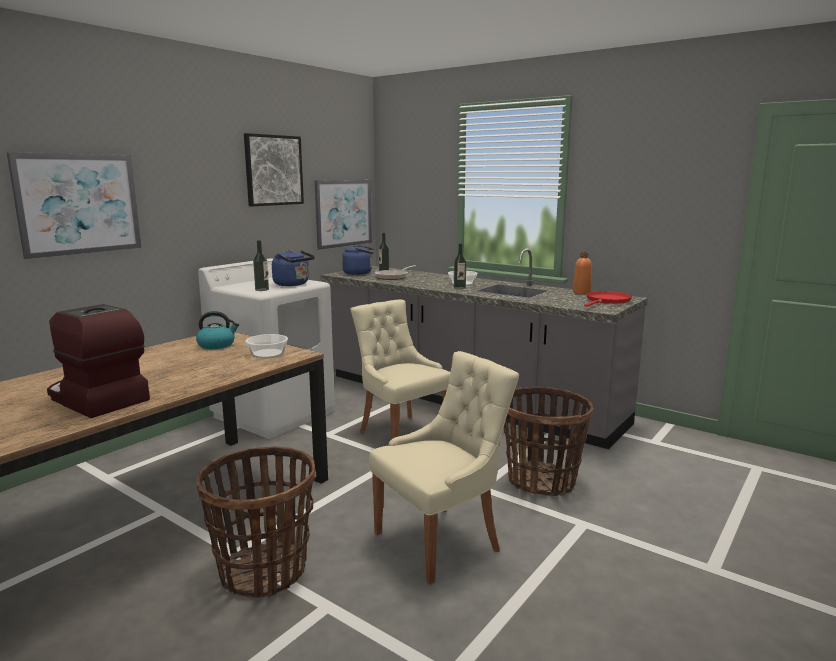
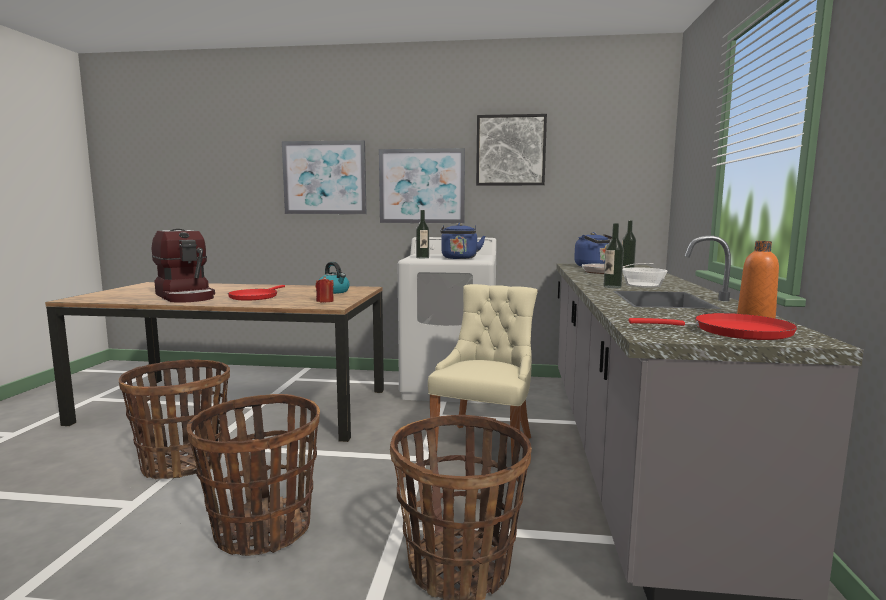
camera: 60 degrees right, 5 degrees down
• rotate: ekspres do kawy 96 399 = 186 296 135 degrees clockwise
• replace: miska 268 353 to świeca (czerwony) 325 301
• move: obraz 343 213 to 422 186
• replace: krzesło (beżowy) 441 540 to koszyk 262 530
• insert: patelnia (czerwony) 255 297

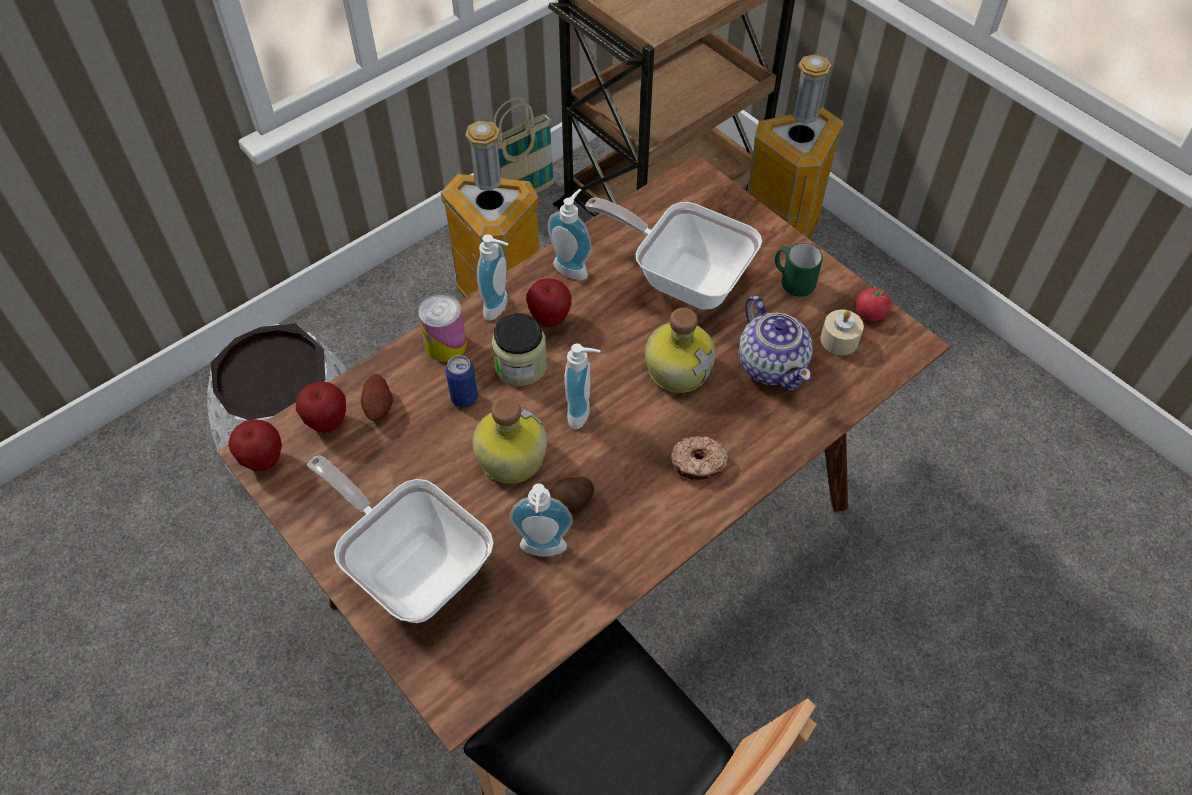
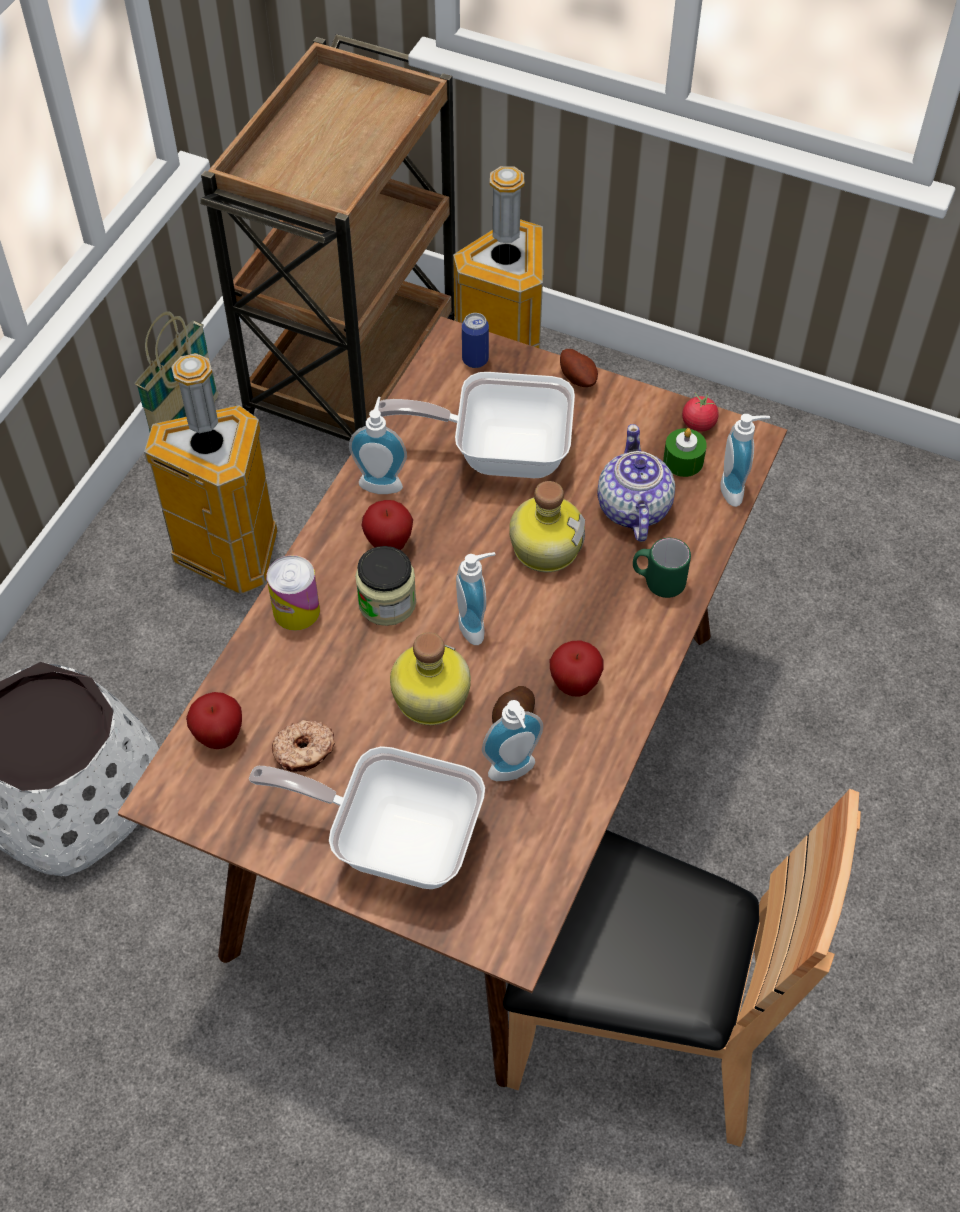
camera: 25 degrees left, 0 degrees up
• move: jabłko 263 460 to 574 685
• move: ziemniak 379 406 to 578 378
• move: puszka 464 398 to 475 360
• move: dozownik mydła 500 307 to 737 489
• move: donut 698 463 to 304 751
• rotate: imbryk 772 364 = 632 509 135 degrees counterclockwise
• move: kubek (zielony) 792 282 to 658 582
• recolor: świeca (beżowy) 839 340 to świeca (zielony) 683 461

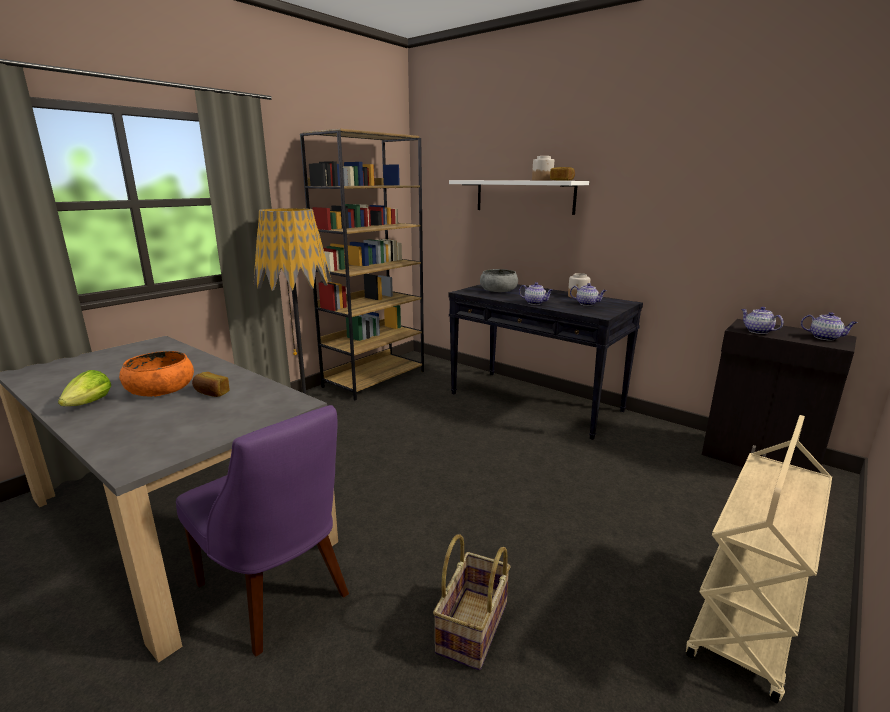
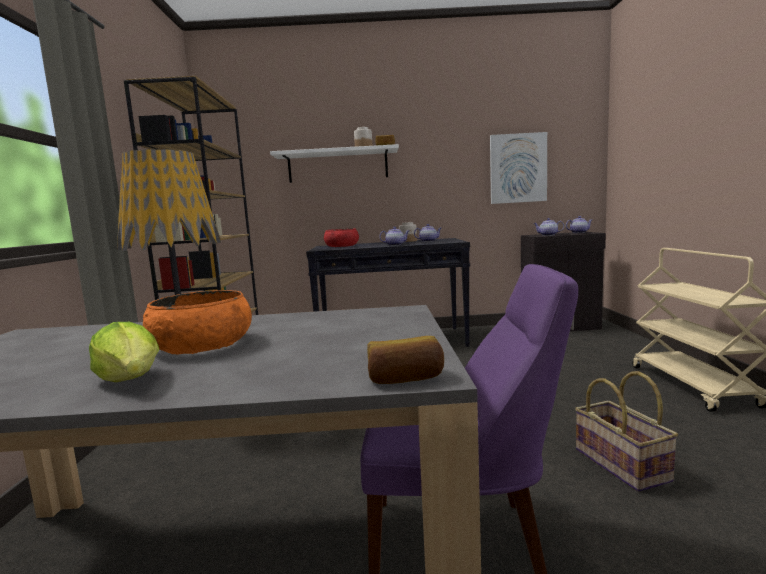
camera: 40 degrees left, 10 degrees down
• move: chleb 211 393 to 405 378
• recolor: miska (szary) 498 290 to miska (czerwony) 342 246
• insert: obraz 518 168

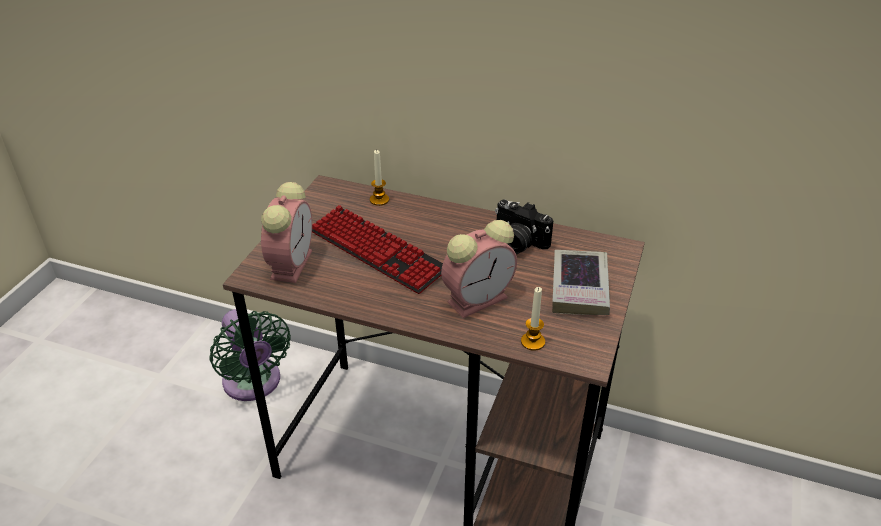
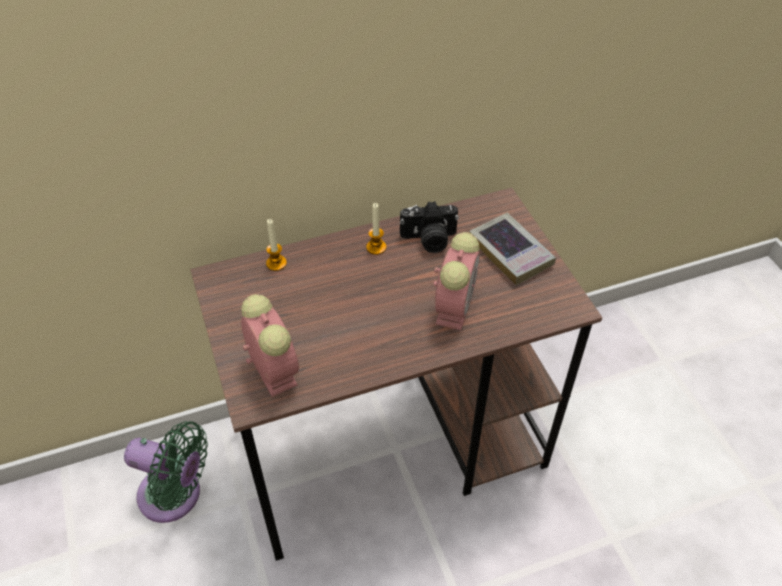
camera: 40 degrees left, 10 degrees up
• delete: klawiatura 376 251
• move: świeca 532 342 to 376 247

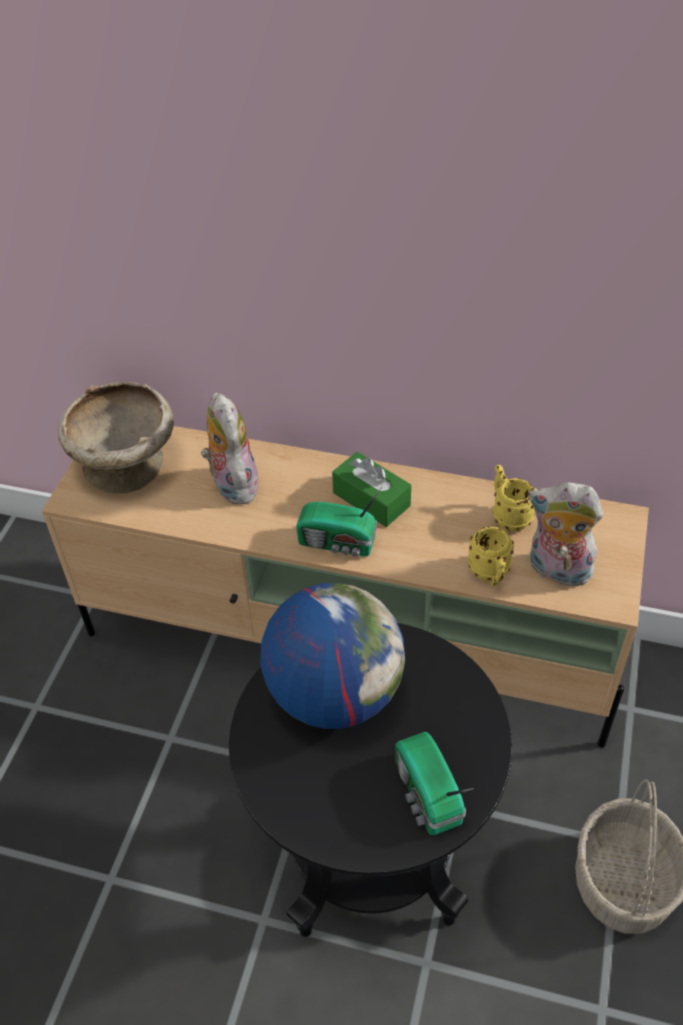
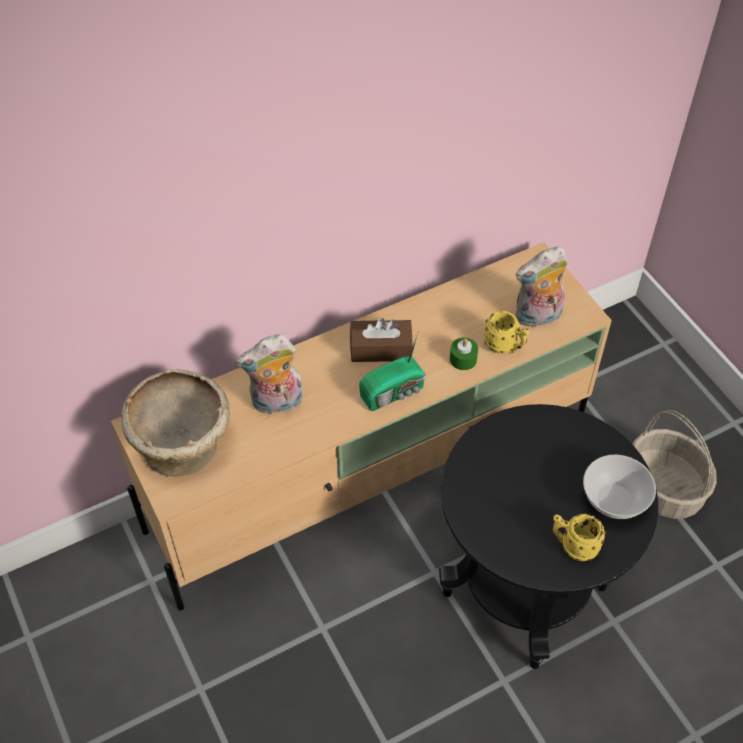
camera: 45 degrees left, 5 degrees up
• rotate: pluszak 232 484 = 276 403 45 degrees counterclockwise
• delete: globus 334 693
• recolor: pudełko chusteczek (zielony) 371 499 to pudełko chusteczek (brązowy) 381 349
• replace: radio 427 796 to miska 615 500
• move: kubek (żółty) 508 515 to 573 546
• insert: świeca (zielony) 463 359

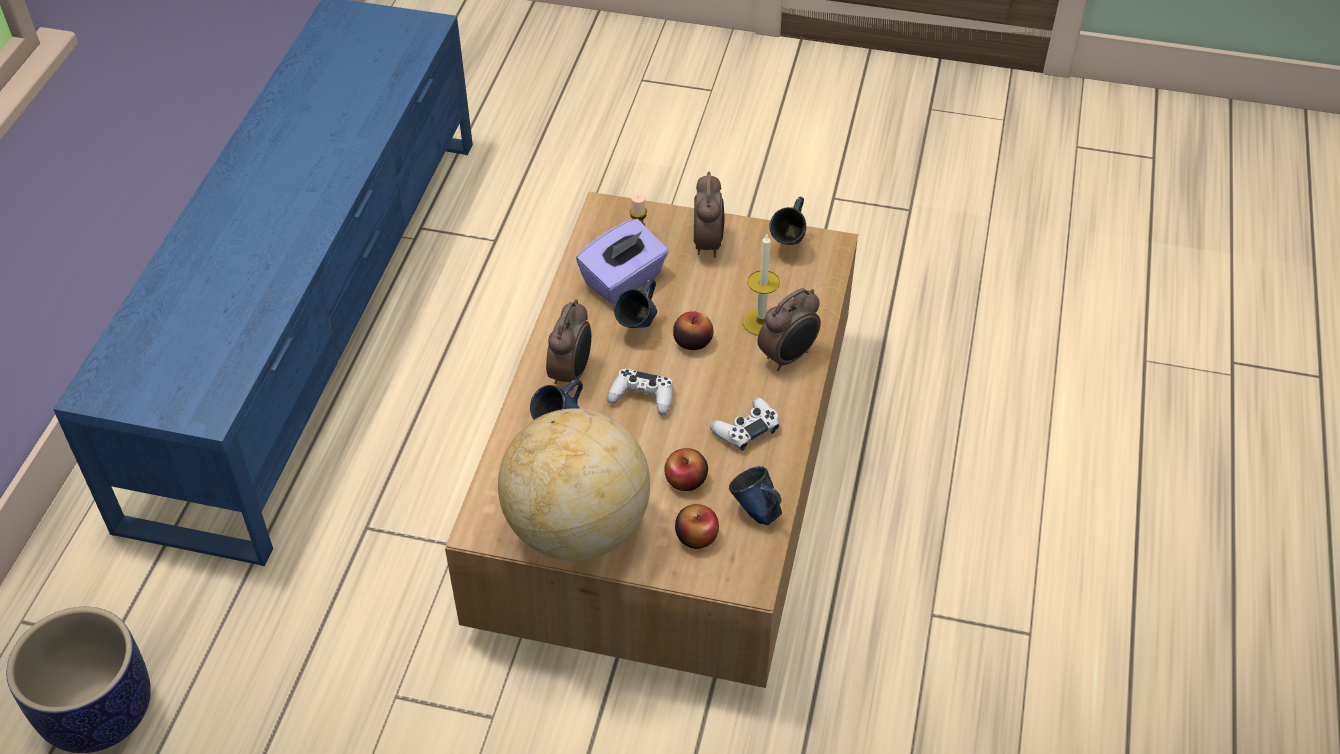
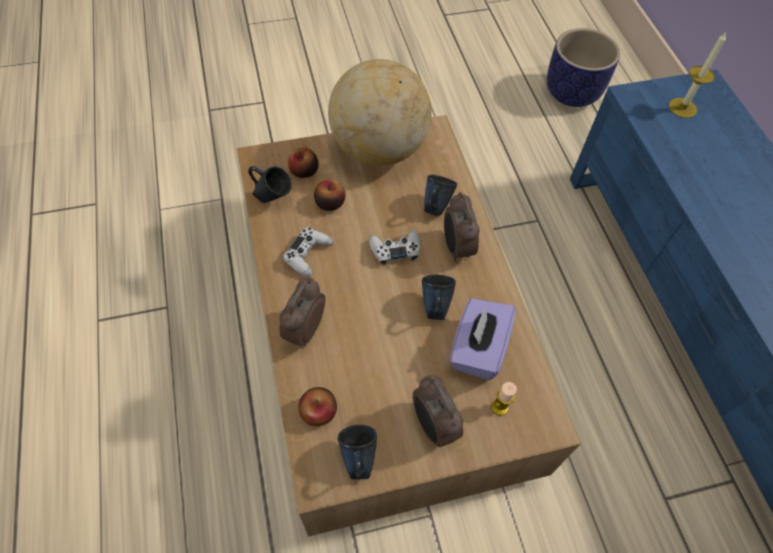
camera: 150 degrees right, 10 degrees up
• move: jabłko 692 341 to 318 411
• move: świeca 761 322 to 682 108

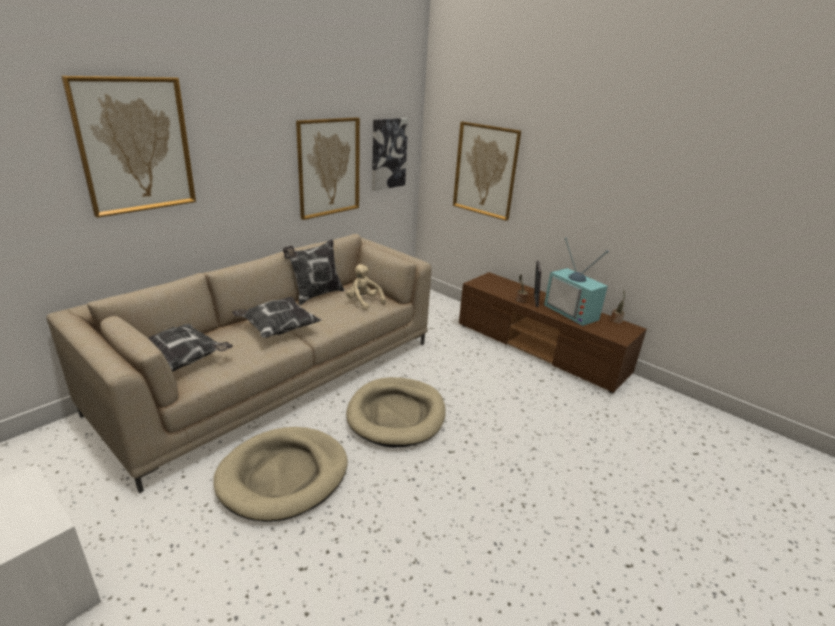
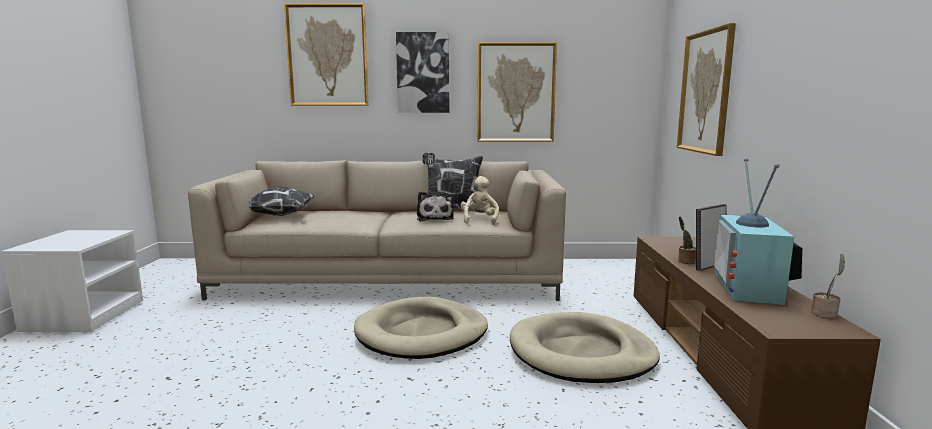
camera: 50 degrees right, 15 degrees down
• move: legowisko (beżowy) 283 476 to 581 353
• delete: poduszka 277 329
• move: obraz 388 153 to 423 73
• insert: pluszak 435 218

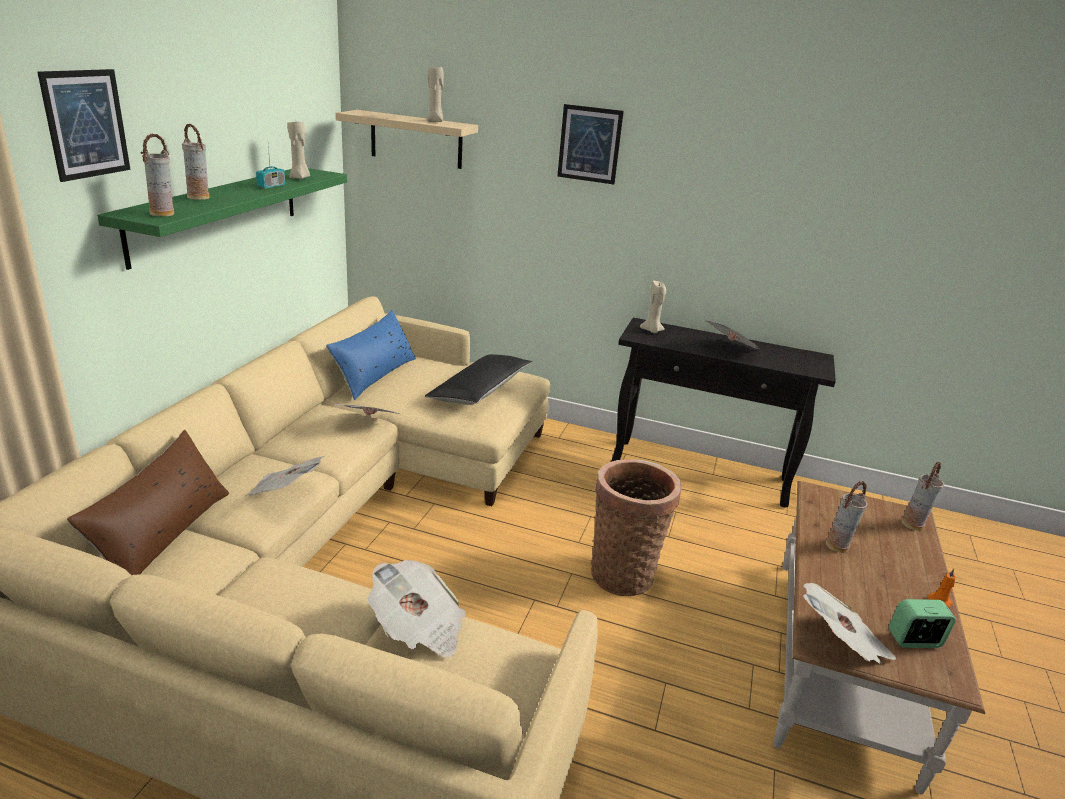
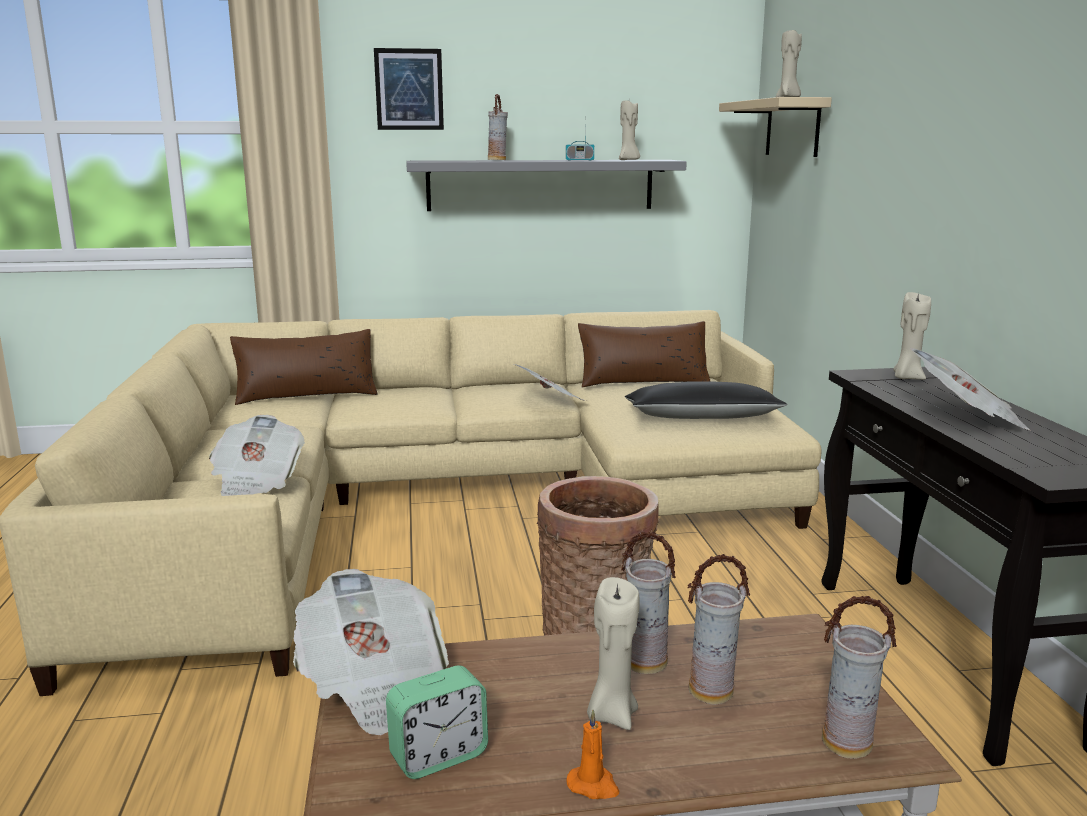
camera: 65 degrees right, 10 degrees down
• recolor: półka (zielony) 217 213 to półka (szary) 540 185
• move: wazon 163 214 to 711 692
• delete: gazeta 286 493
• recolor: poduszka (niebieski) 374 375 to poduszka (brązowy) 643 381
• delete: obraz 589 144
• rotate: budzik 914 640 = 438 756 90 degrees clockwise
• insert: świeca (beżowy) 611 715

